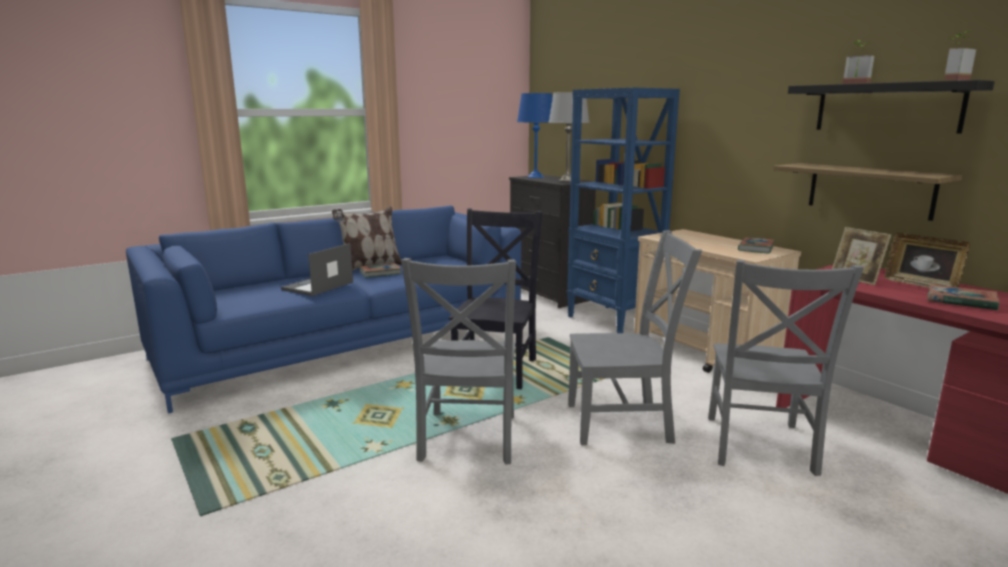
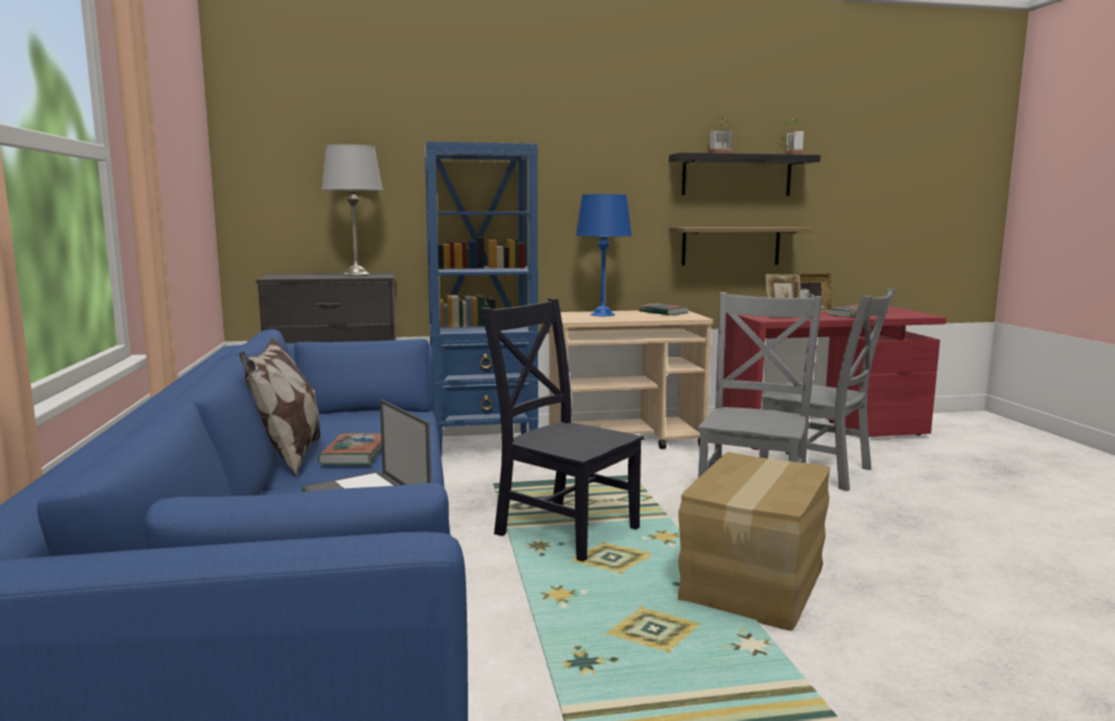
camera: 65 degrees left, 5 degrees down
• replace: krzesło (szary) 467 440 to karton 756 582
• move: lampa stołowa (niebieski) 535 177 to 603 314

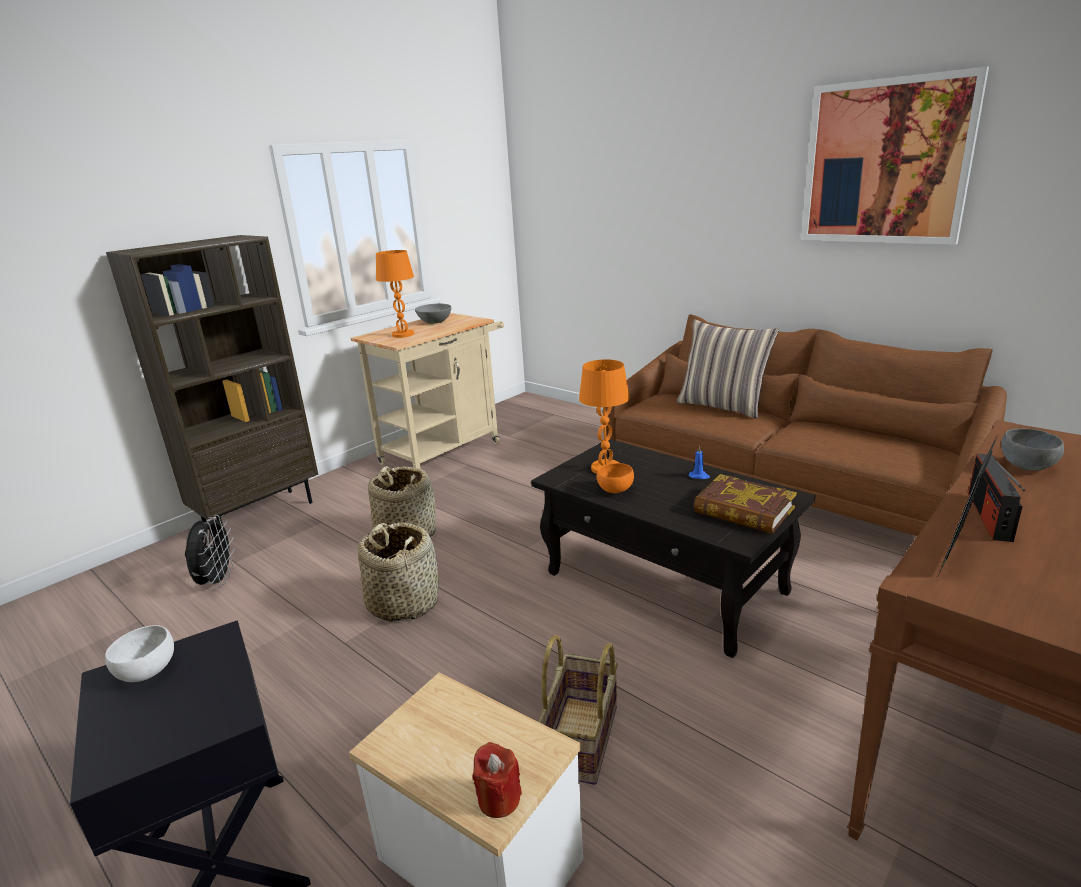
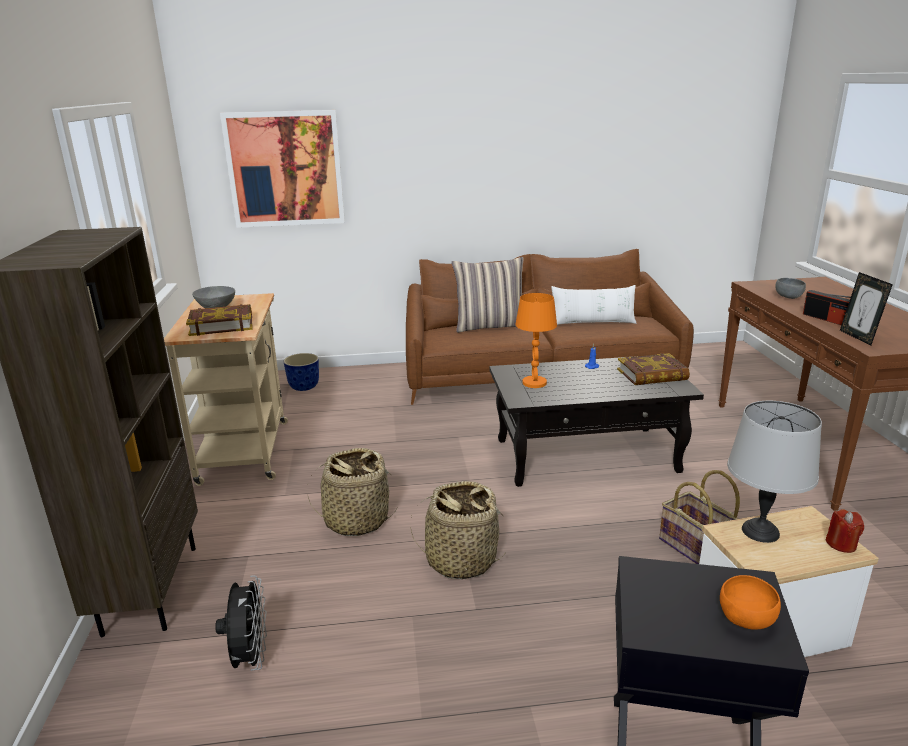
camera: 50 degrees left, 0 degrees up
• delete: miska (biały) 147 672
• rotate: wentylator (czarny) 217 581 = 250 658 45 degrees clockwise
• replace: lampa stołowa (pomarańczowy) 403 334 to książka 221 325
• move: miska (pomarańczowy) 615 490 to 746 619
• move: obraz 885 163 to 285 169
• insert: donica 304 387
• insert: poduszka (biały) 593 323
• insert: lampa stołowa (szary) 761 531

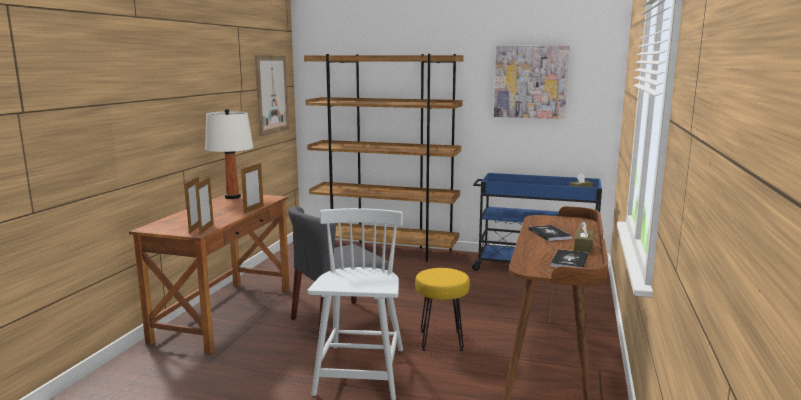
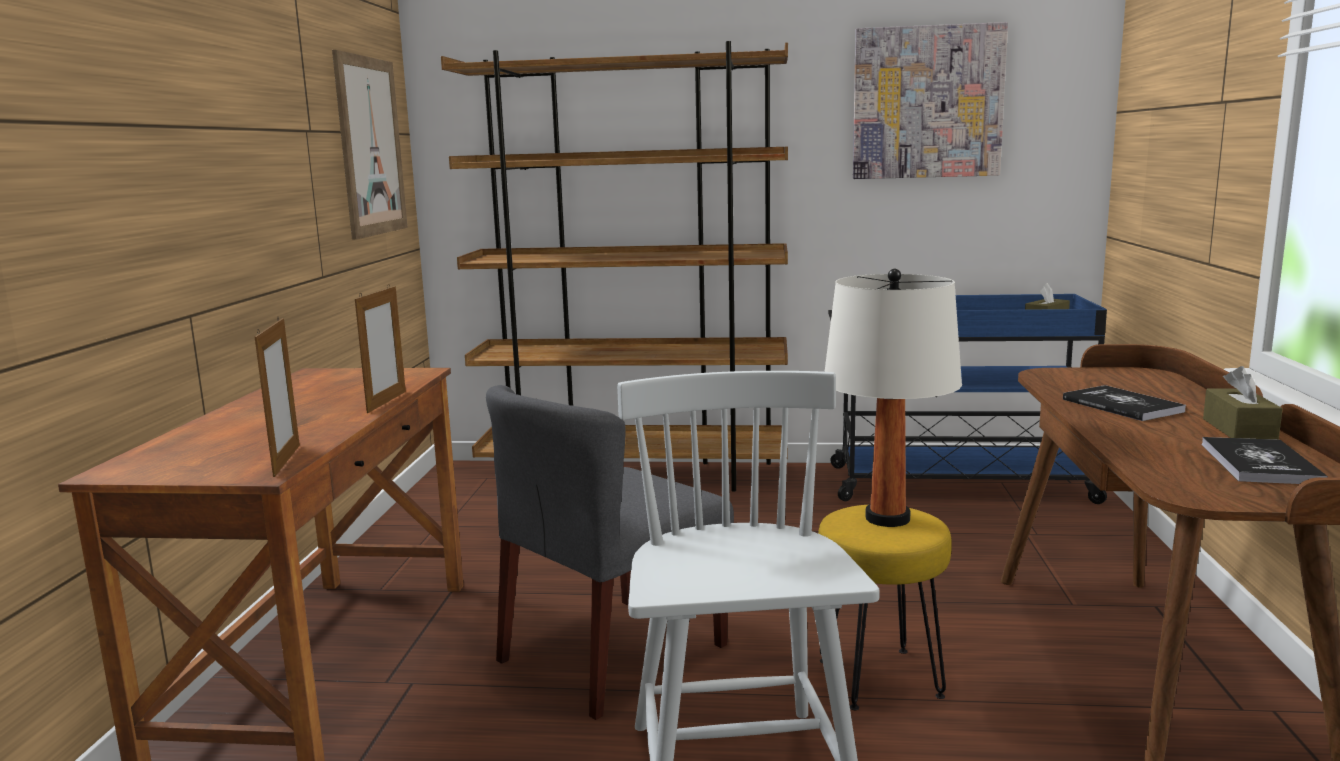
camera: 10 degrees left, 0 degrees up
• delete: ramka na zdjęcie 195 228
• move: lampa stołowa (biały) 233 197 to 887 518

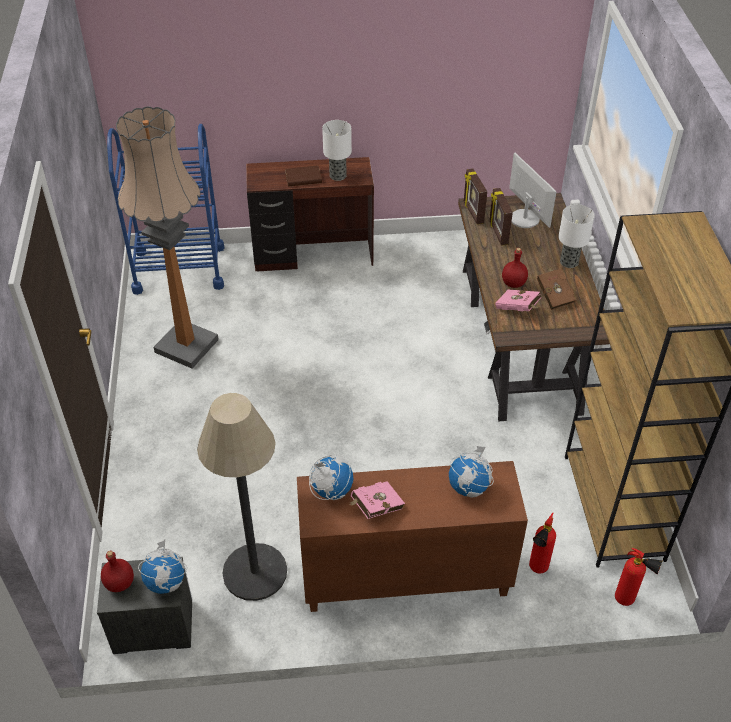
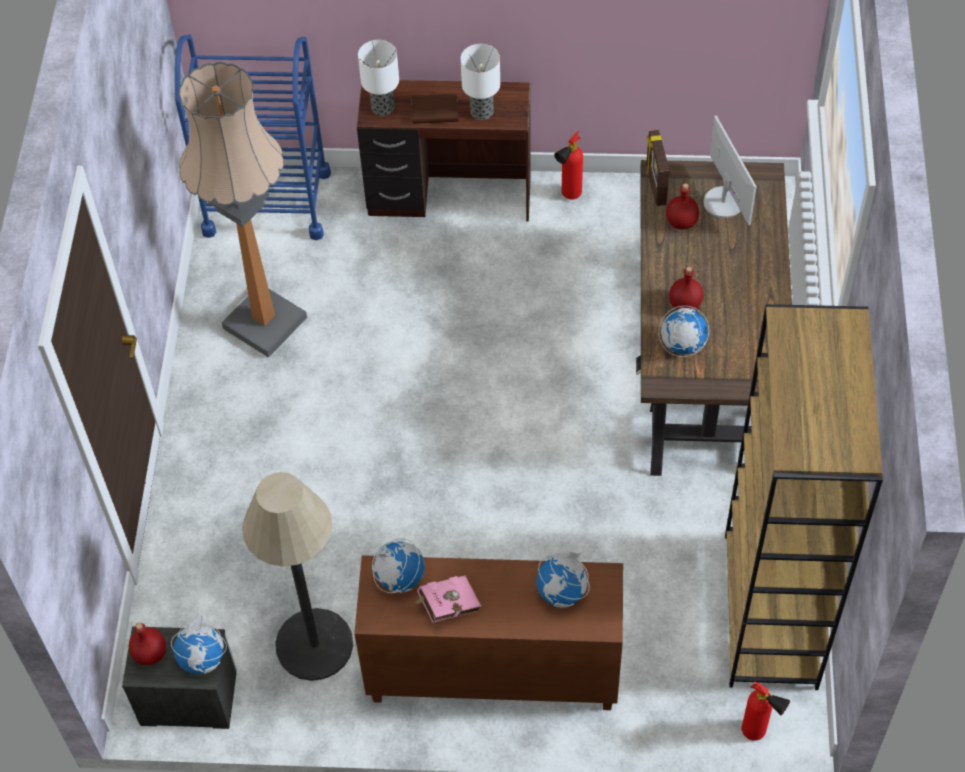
camera: 10 degrees right, 10 degrees up
• replace: ramka na zdjęcie 498 233 to butelka (czerwony) 682 222
• replace: książka (różowy) 518 309 to globus 682 345
• move: gaśnica 536 570 to 568 197
• delete: książka (brązowy) 554 295
• move: lampa stołowa 569 262 to 382 108

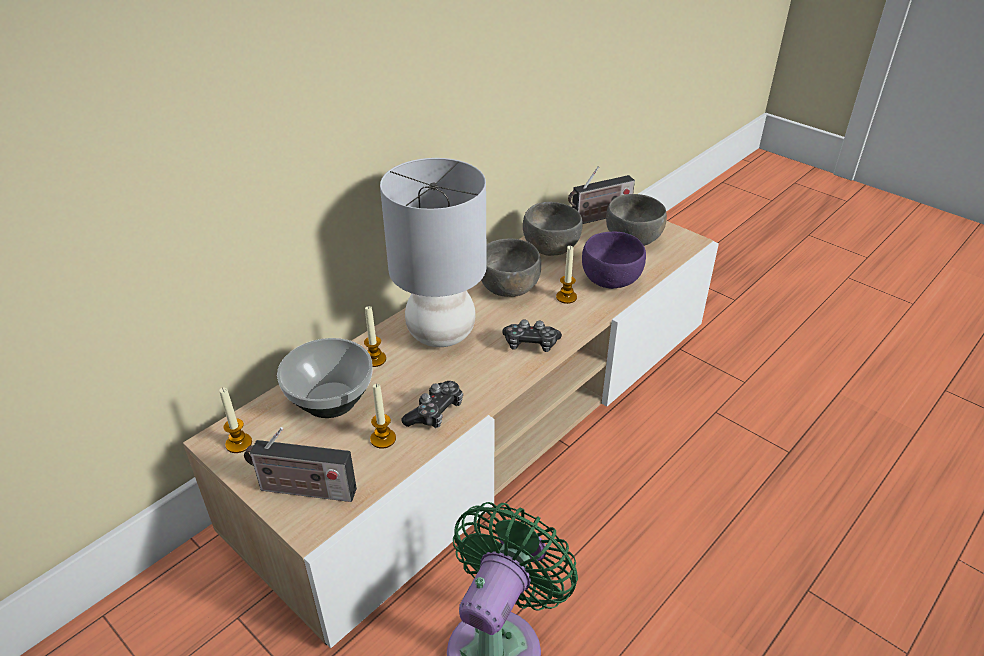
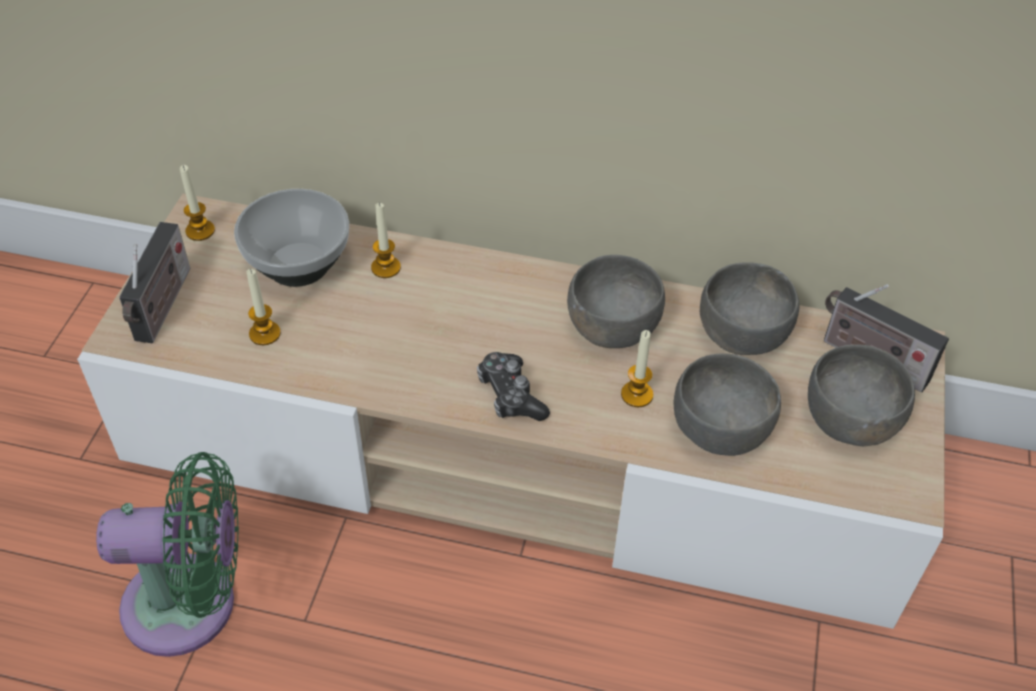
camera: 60 degrees right, 10 degrees up
• rotate: radio 303 490 = 162 308 150 degrees counterclockwise
• delete: lampa stołowa (szary) 440 334
• delete: pad do gier 435 412
• recolor: miska (fioletowy) 611 279 to miska (szary) 721 429

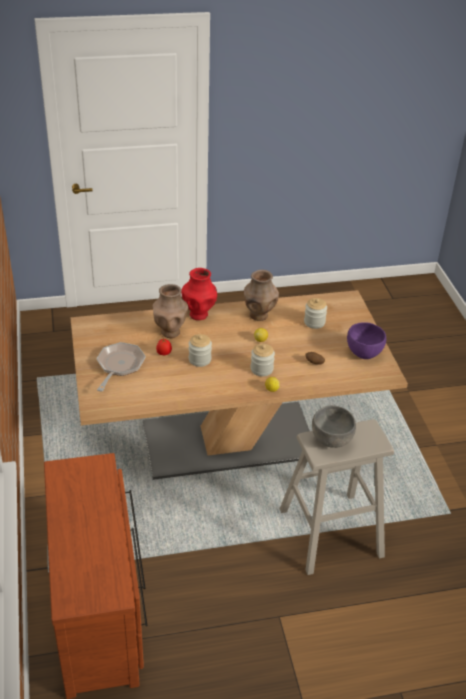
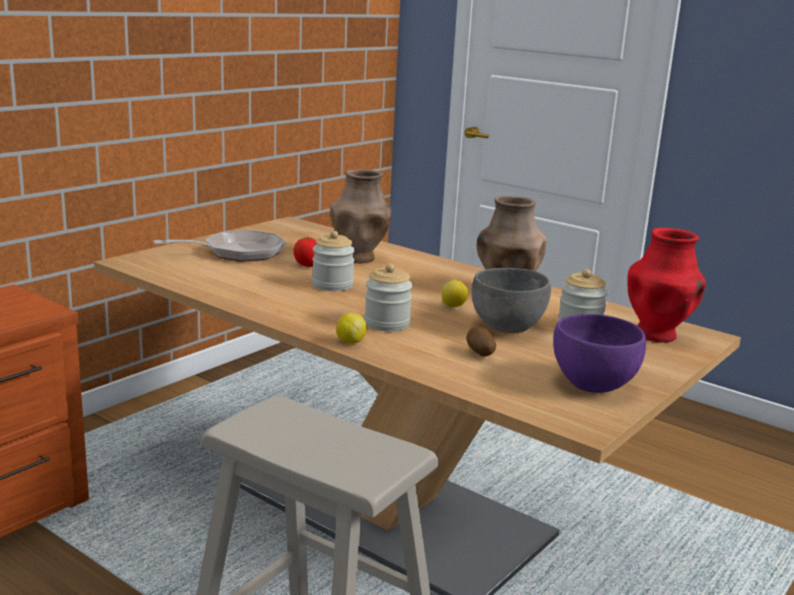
camera: 50 degrees right, 20 degrees down
• move: wazon (czerwony) 199 314 to 657 335
• move: miska (szary) 331 440 to 507 327

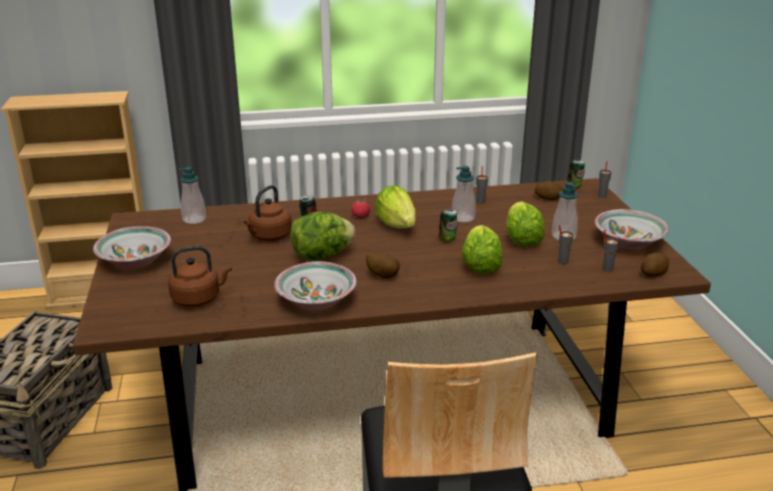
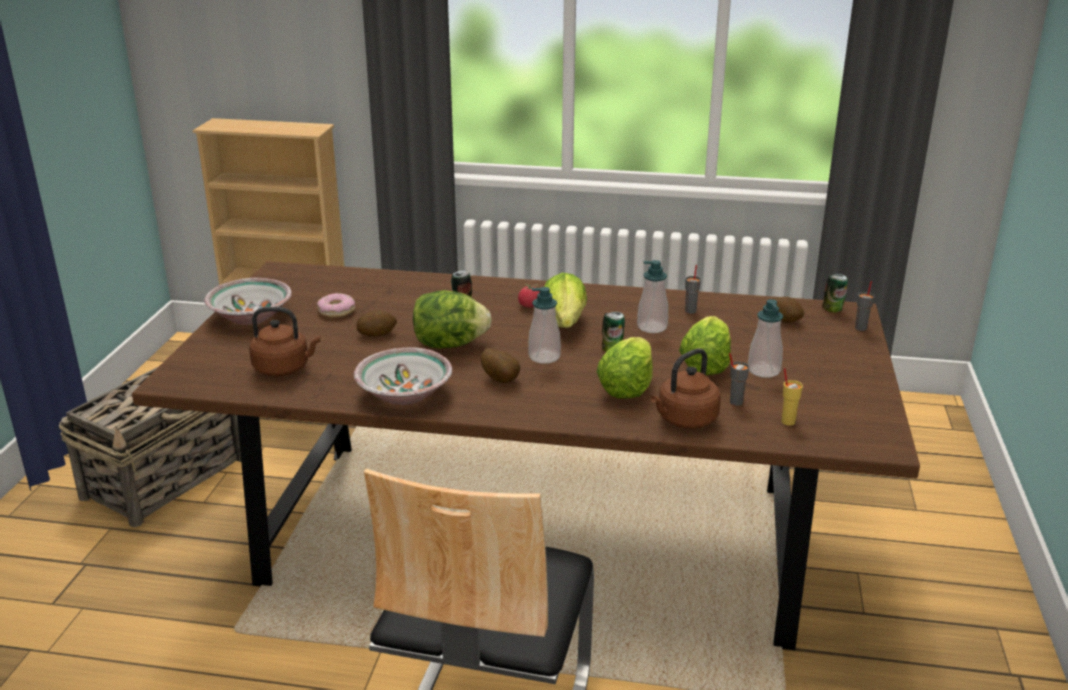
camera: 20 degrees right, 0 degrees up
• move: dozownik mydła 194 219 to 544 357
• move: czajnik (brązowy) 269 237 to 684 420
• delete: miska 629 243
• recolor: filiżanka (szary) 607 269 to filiżanka (żółty) 788 421
• move: ziemniak 653 273 to 377 333
• insert: donut 336 311

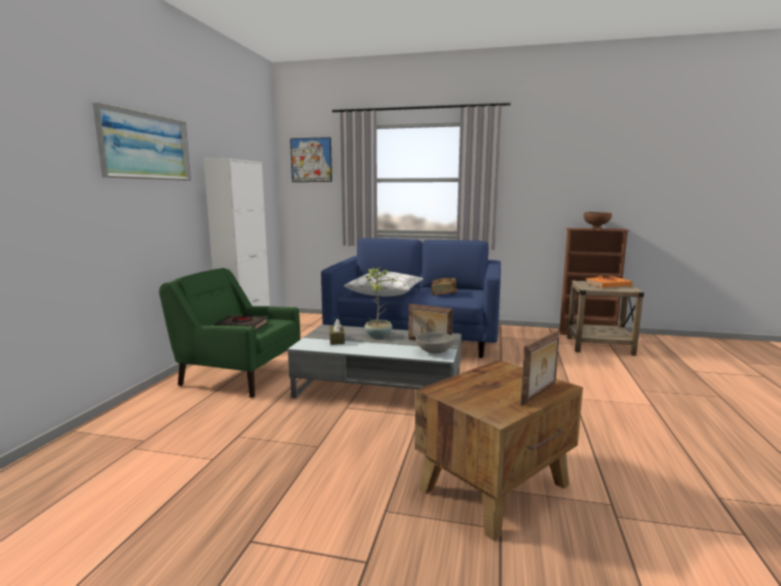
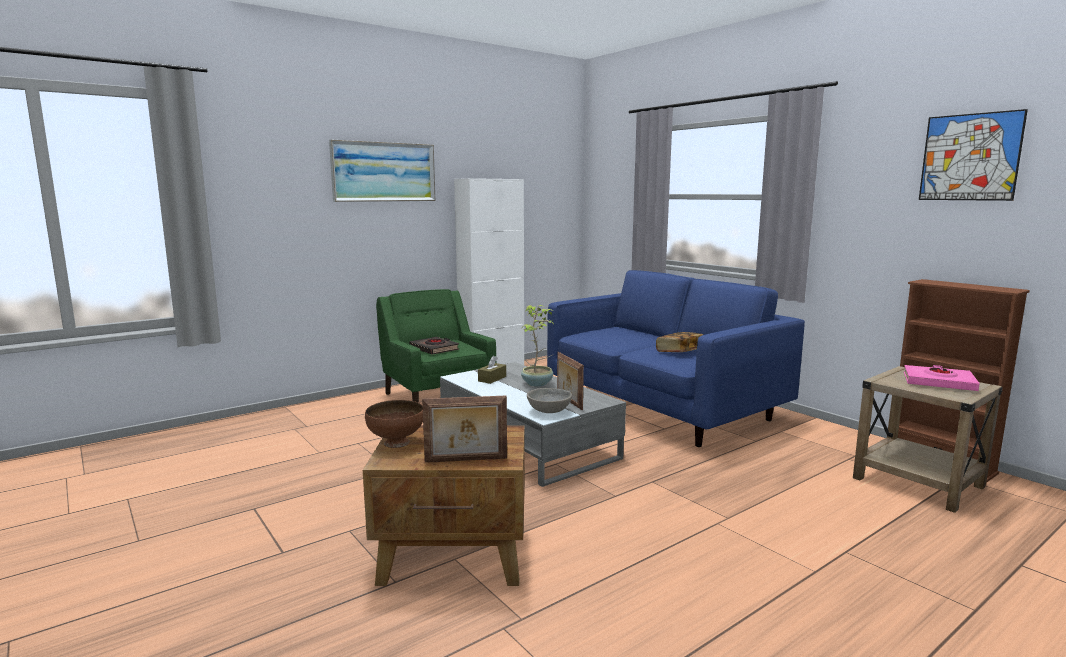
camera: 40 degrees right, 0 degrees up
• move: obraz 311 160 to 970 157
• delete: poduszka (biały) 385 292
• move: miska (brązowy) 596 228 to 396 442
• recolor: książka (pomarańczowy) 607 285 to książka (różowy) 938 382

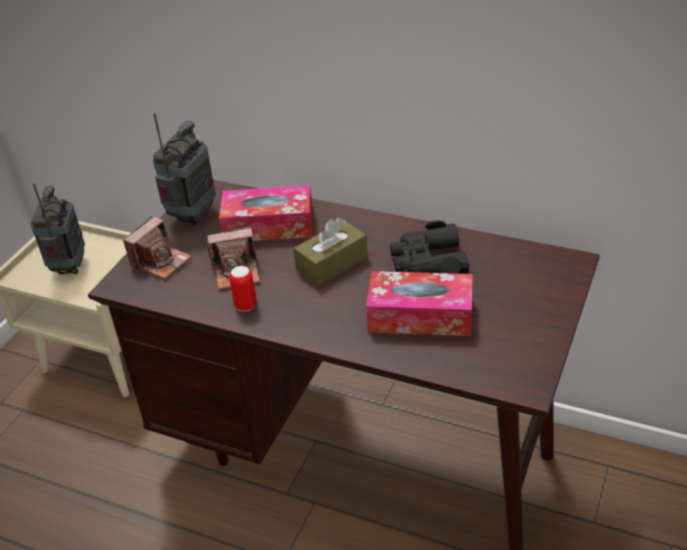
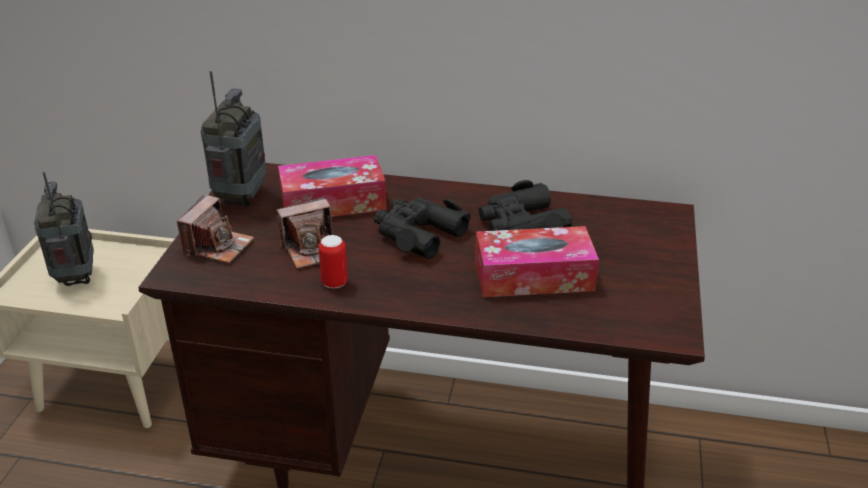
camera: 15 degrees left, 5 degrees down
• replace: pudełko chusteczek (brązowy) 332 264 to lornetka (czarny) 417 234

